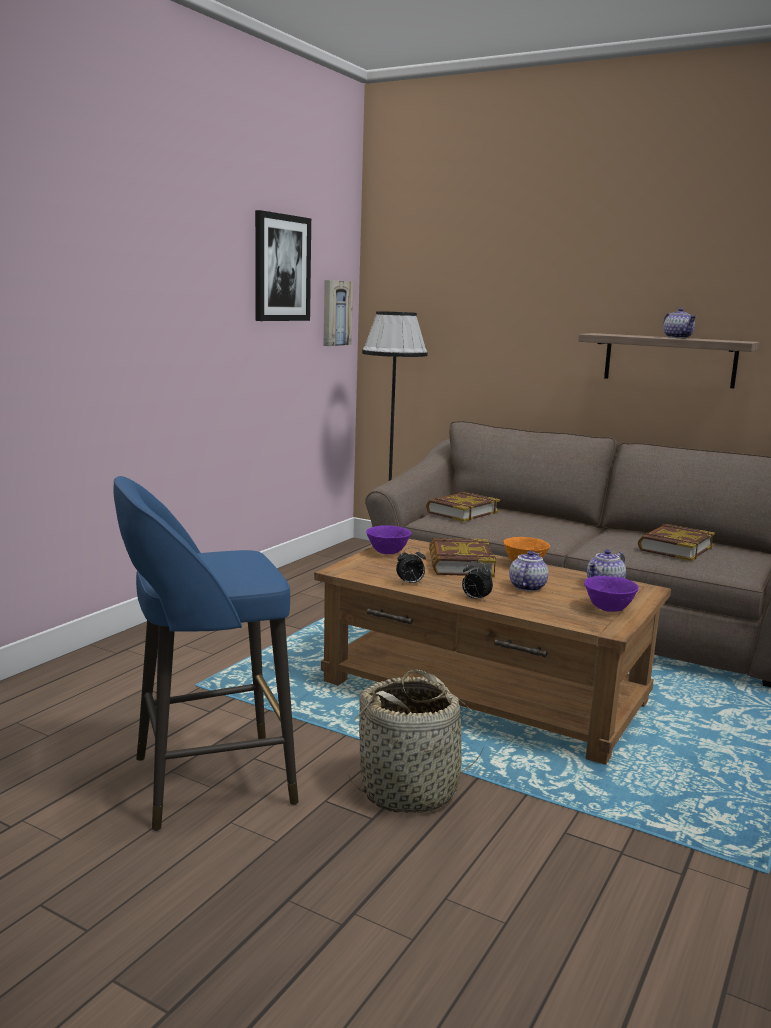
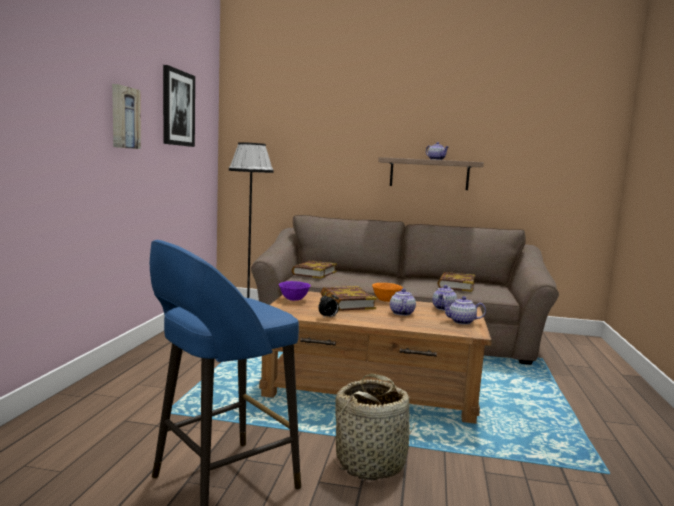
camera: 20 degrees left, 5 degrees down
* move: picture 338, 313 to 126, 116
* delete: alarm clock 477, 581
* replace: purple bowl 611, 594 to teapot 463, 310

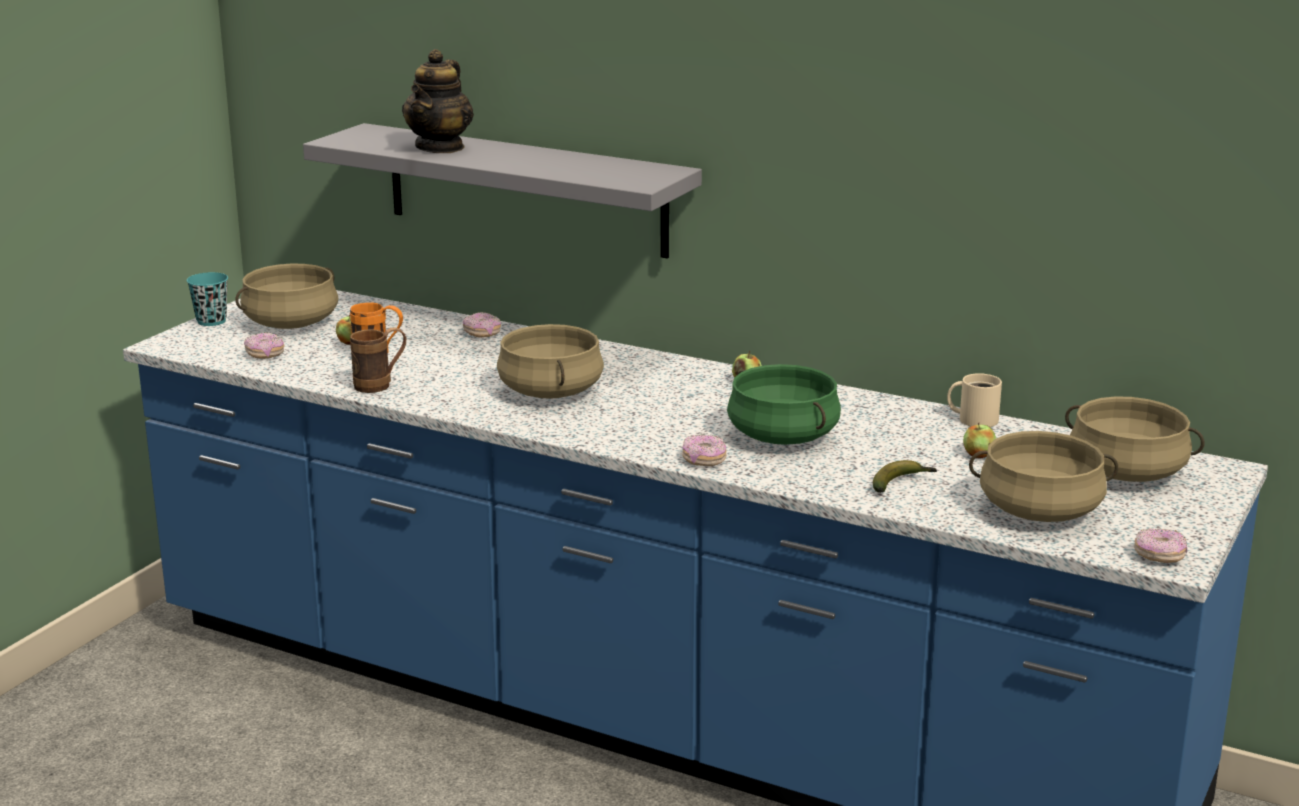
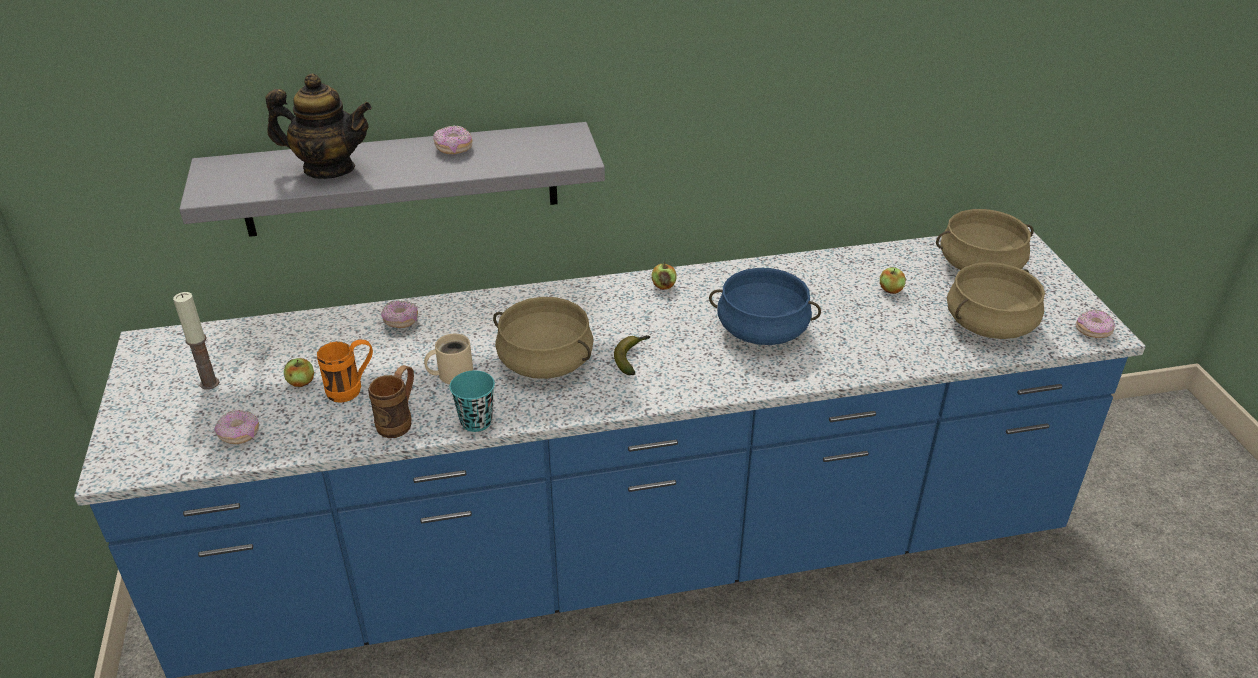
camera: 40 degrees left, 15 degrees up
* move: turquoise cup 207, 299 to 472, 401
* replace: beige cooking pot 287, 296 to candle 196, 341
* rotate: teapot 438, 101 = 319, 126 60 degrees counterclockwise
* move: donut 704, 450 to 452, 139
* recolor: green cooking pot 784, 404 to blue cooking pot 765, 306
* move: banana 905, 476 to 632, 355
* move: beige mug 974, 400 to 448, 359

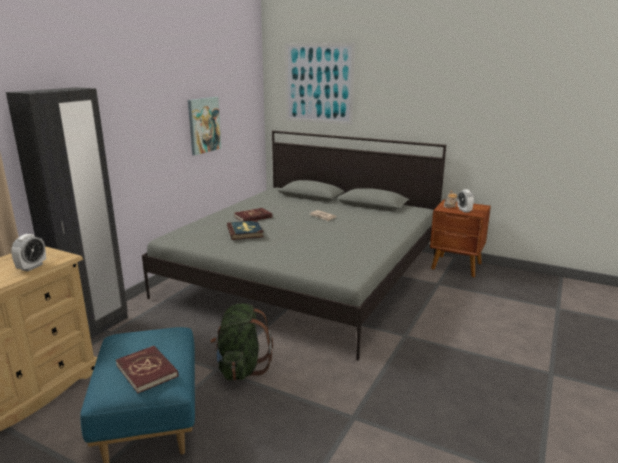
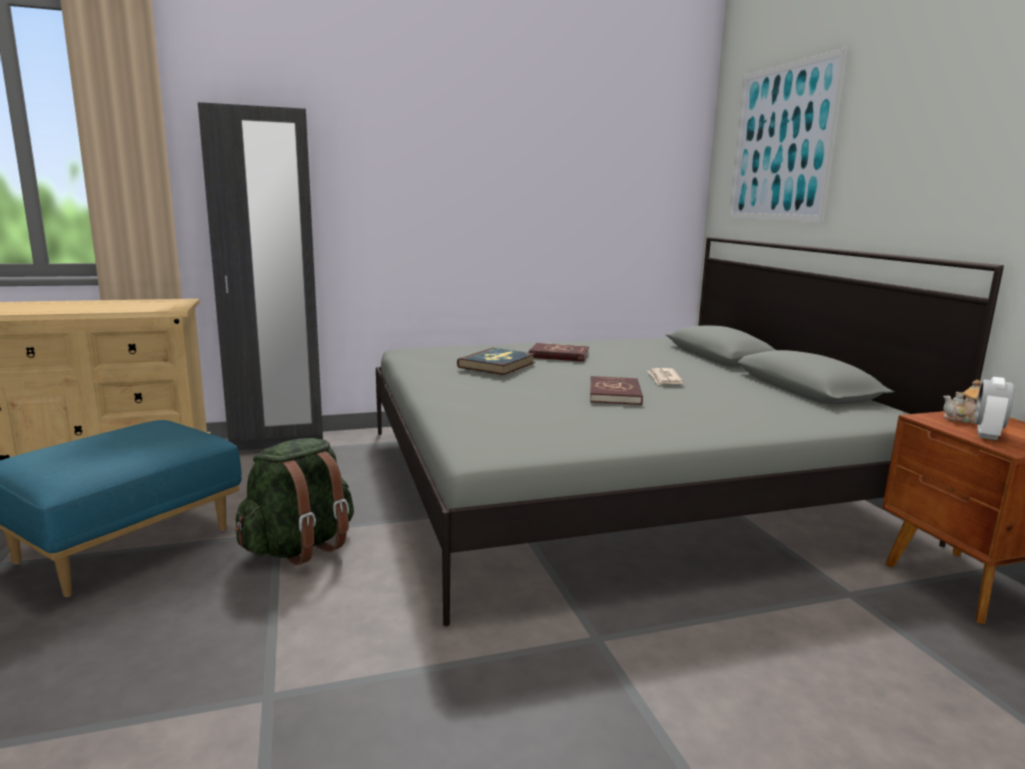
camera: 45 degrees right, 5 degrees down
* delete: alarm clock 28, 252
* move: red book 147, 369 to 616, 390
* delete: picture 204, 126

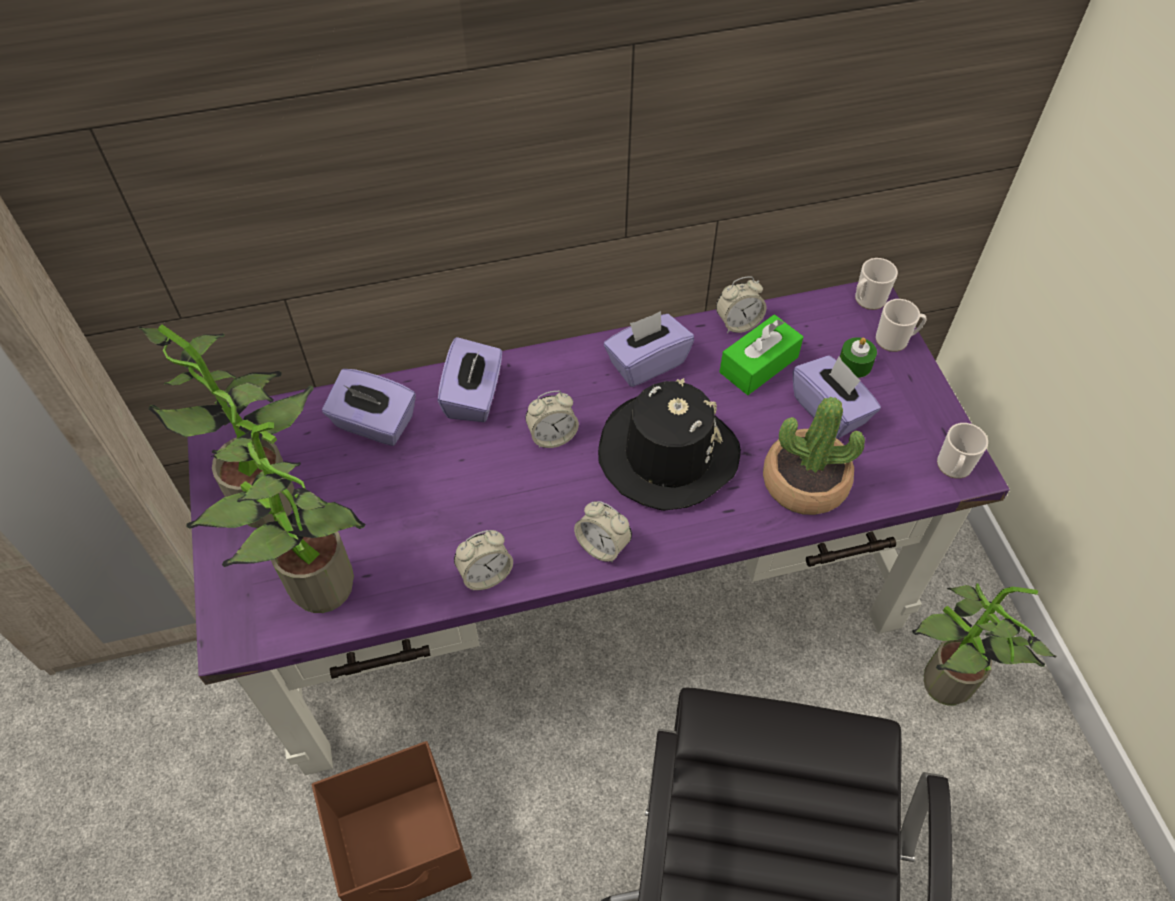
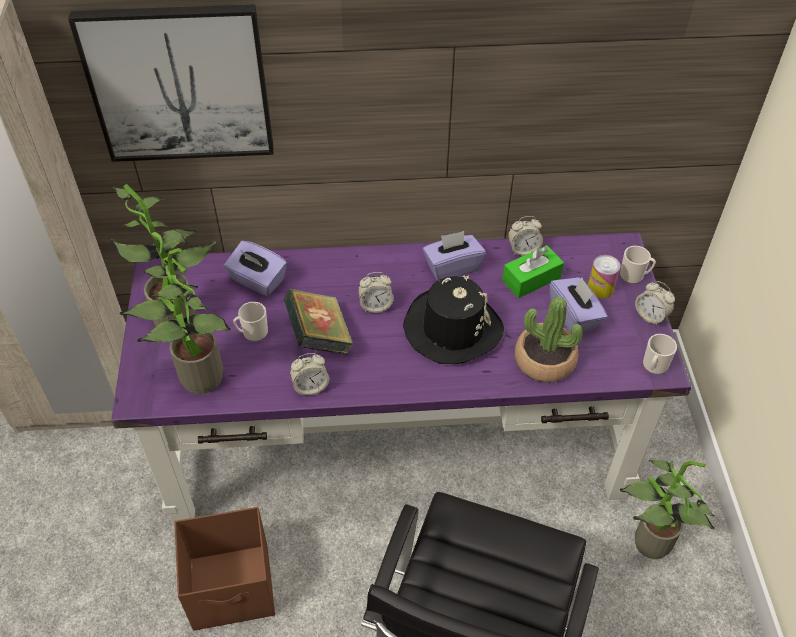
camera: 10 degrees right, 5 degrees down
* delete: purple tissue box 470, 379
* move: alarm clock 603, 532 to 655, 303
* replace: green candle 858, 357 to can 604, 276
* move: mug 876, 284 to 250, 321
* insert: picture 171, 83
* insert: book 318, 322

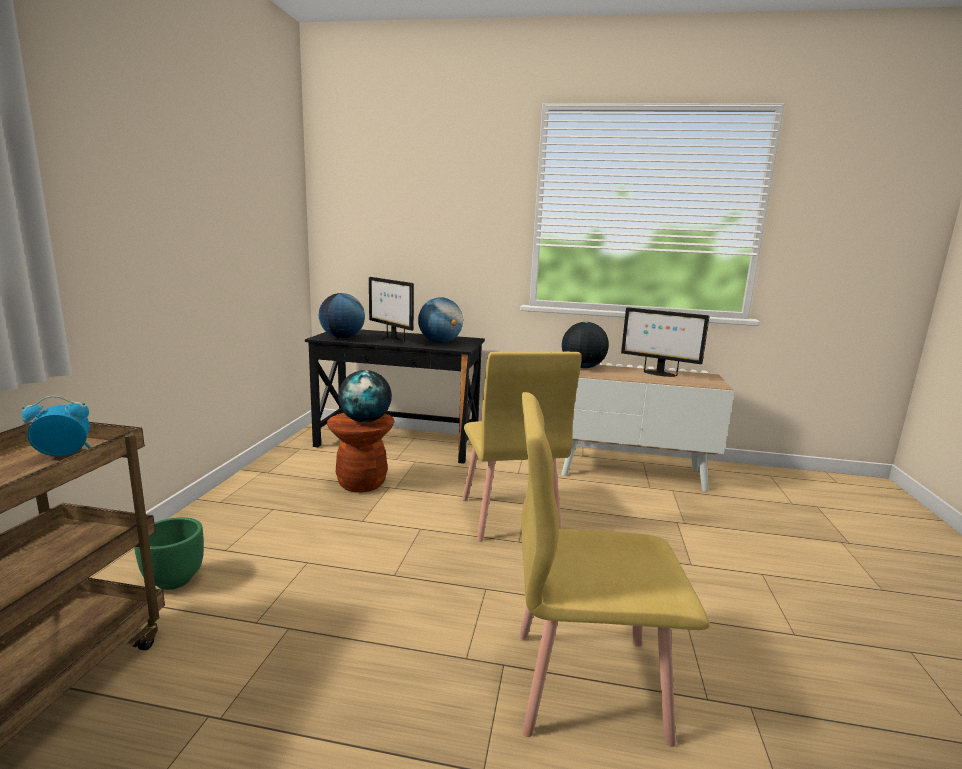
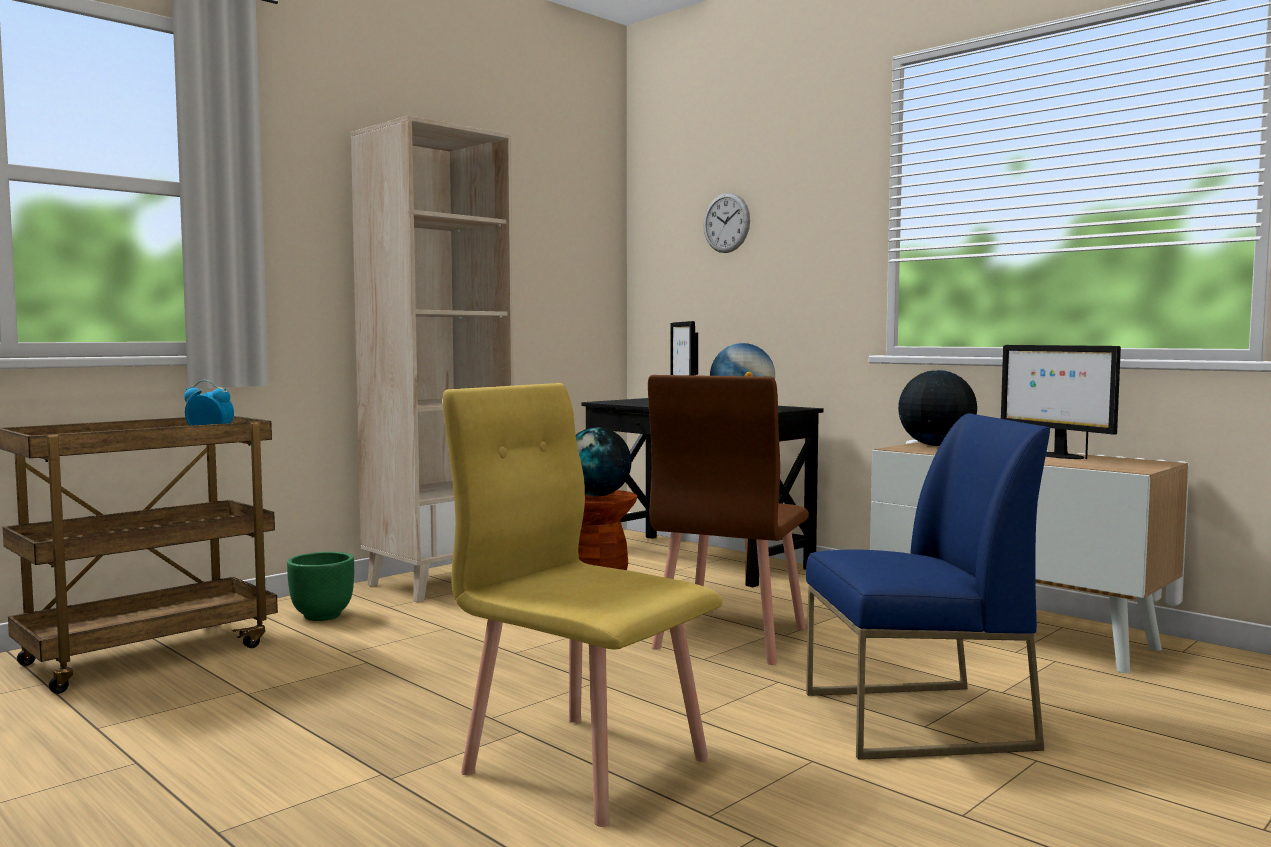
camera: 35 degrees right, 10 degrees down
* delete: globe 342, 315
* recolor: yellow chair 522, 447 to brown chair 728, 520
* insert: beige bookcase 432, 358
* insert: wall clock 727, 223
* insert: blue chair 928, 586

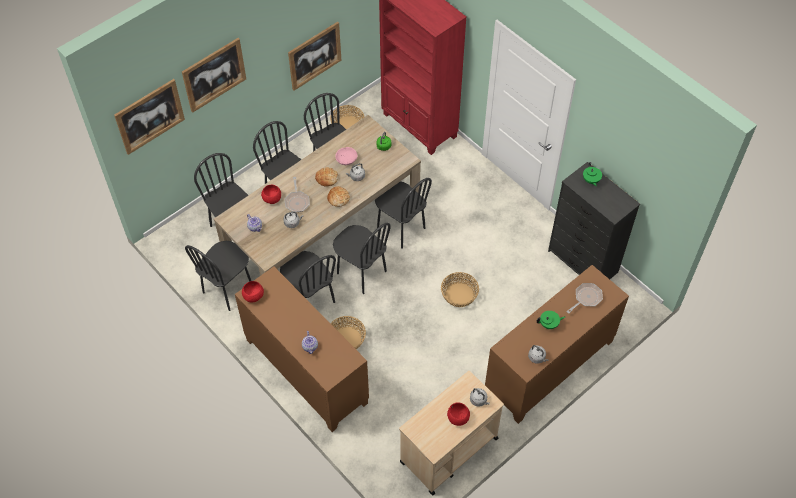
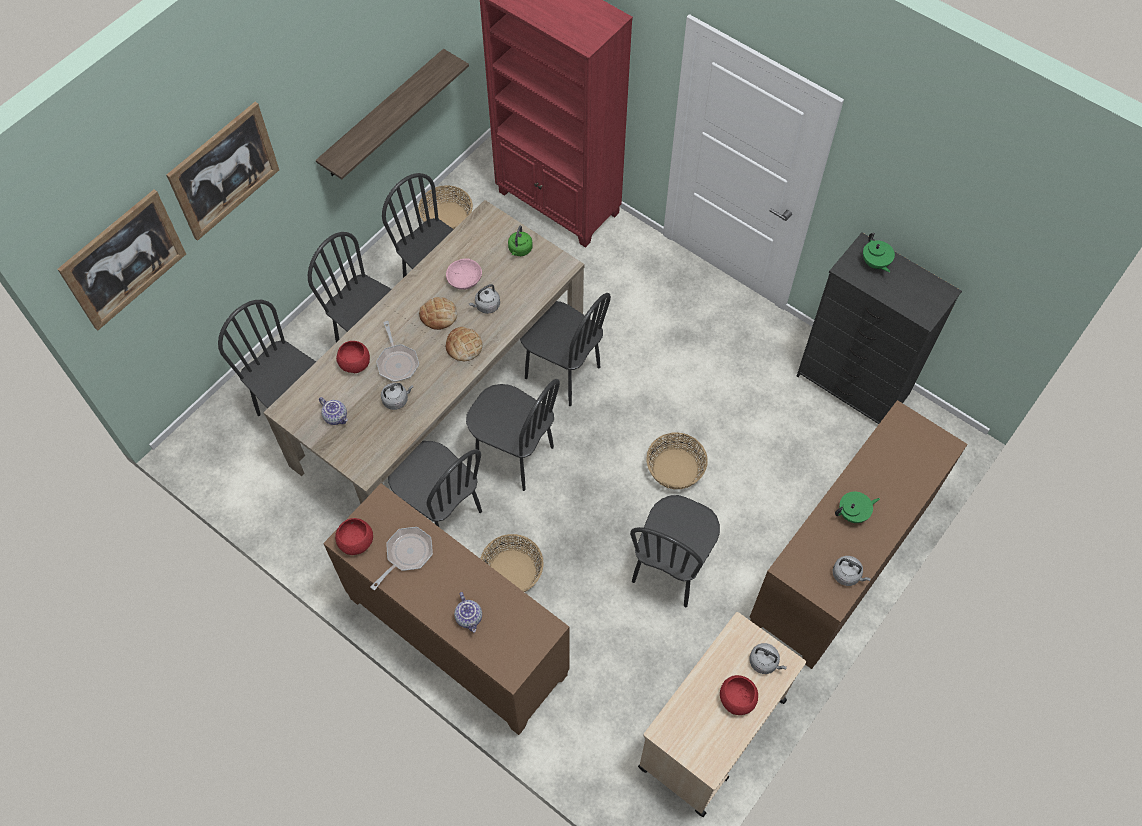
camera: 10 degrees left, 5 degrees up
* move: black chair 218, 276 to 675, 551
* replace: picture 314, 56 to shelf 392, 114
* move: frying pan 584, 298 to 401, 558

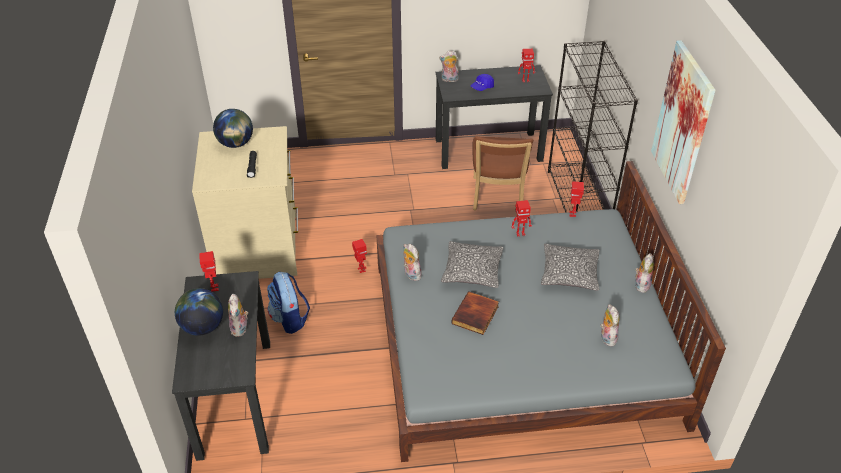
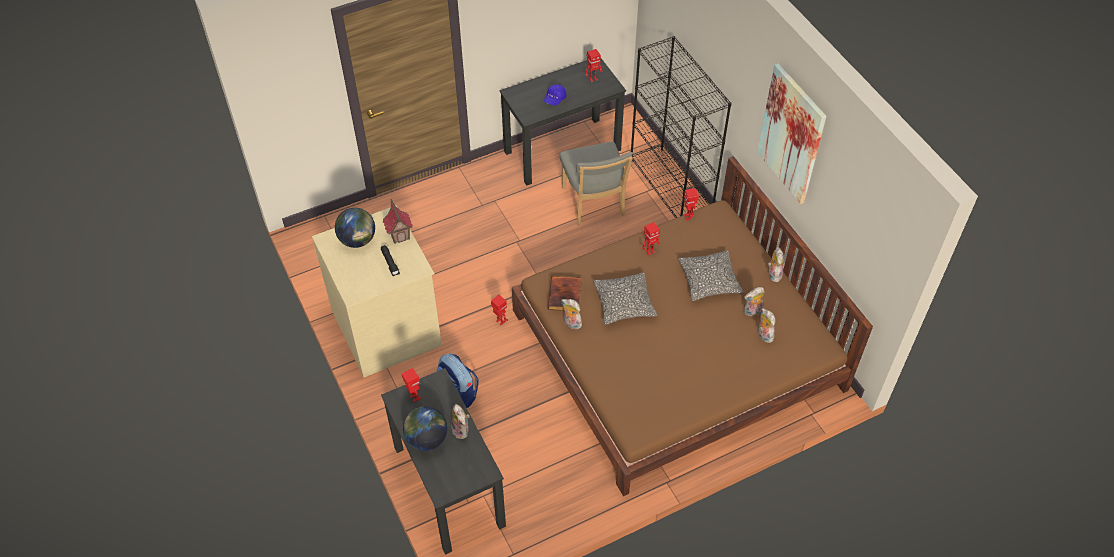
camera: 20 degrees left, 10 degrees up
* recolor: grey bed 551, 311 to brown bed 692, 326
* move: plush toy 449, 66 to 754, 301
* move: book 475, 313 to 565, 293
* recolor: brown chair 503, 173 to grey chair 596, 183
* insert: toy house 398, 221

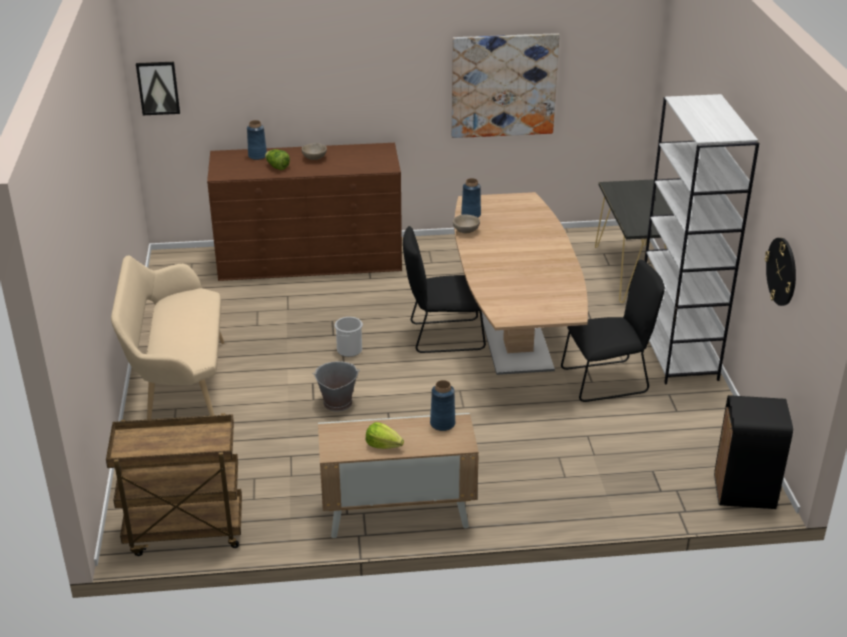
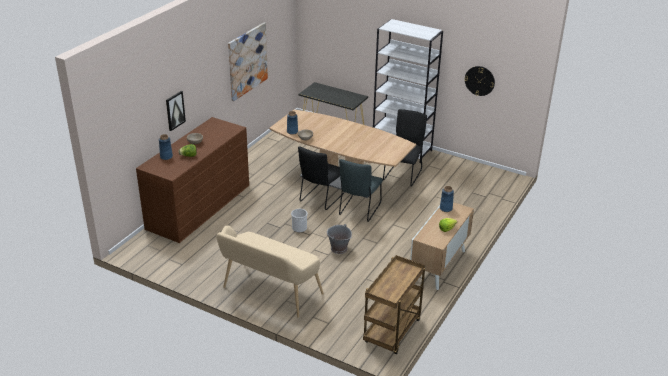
camera: 55 degrees left, 0 degrees up
* move: picture 158, 88 to 176, 111
* delete: black trash can 753, 452
* insert: grey chair 361, 190

